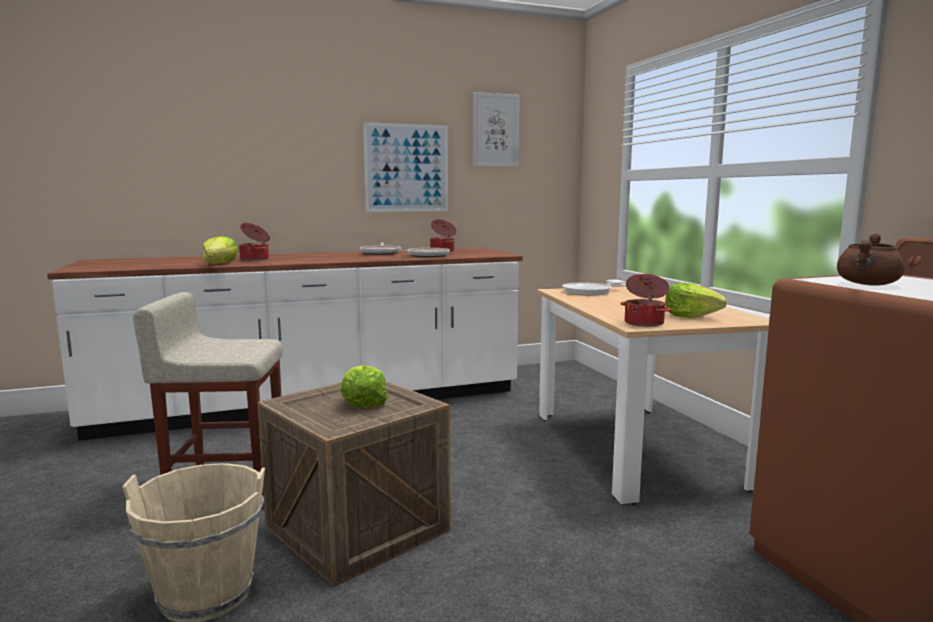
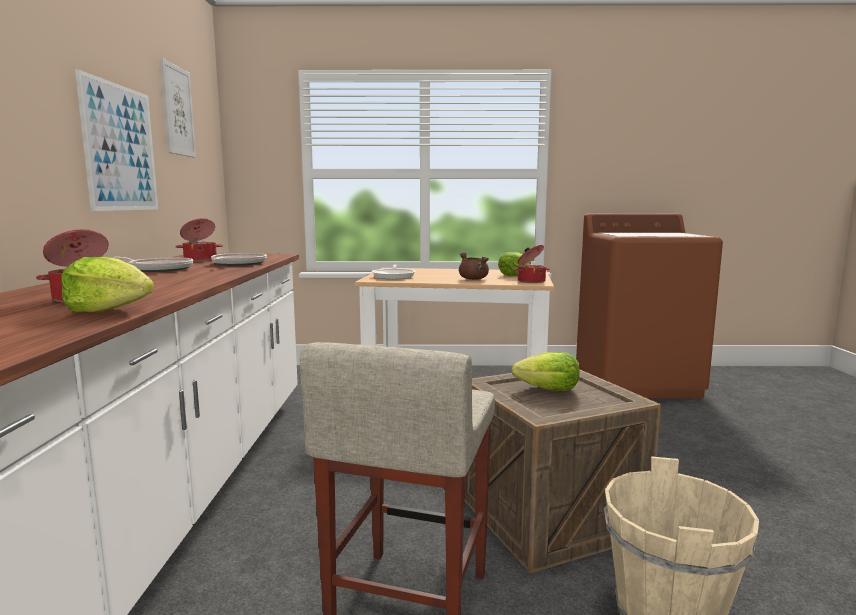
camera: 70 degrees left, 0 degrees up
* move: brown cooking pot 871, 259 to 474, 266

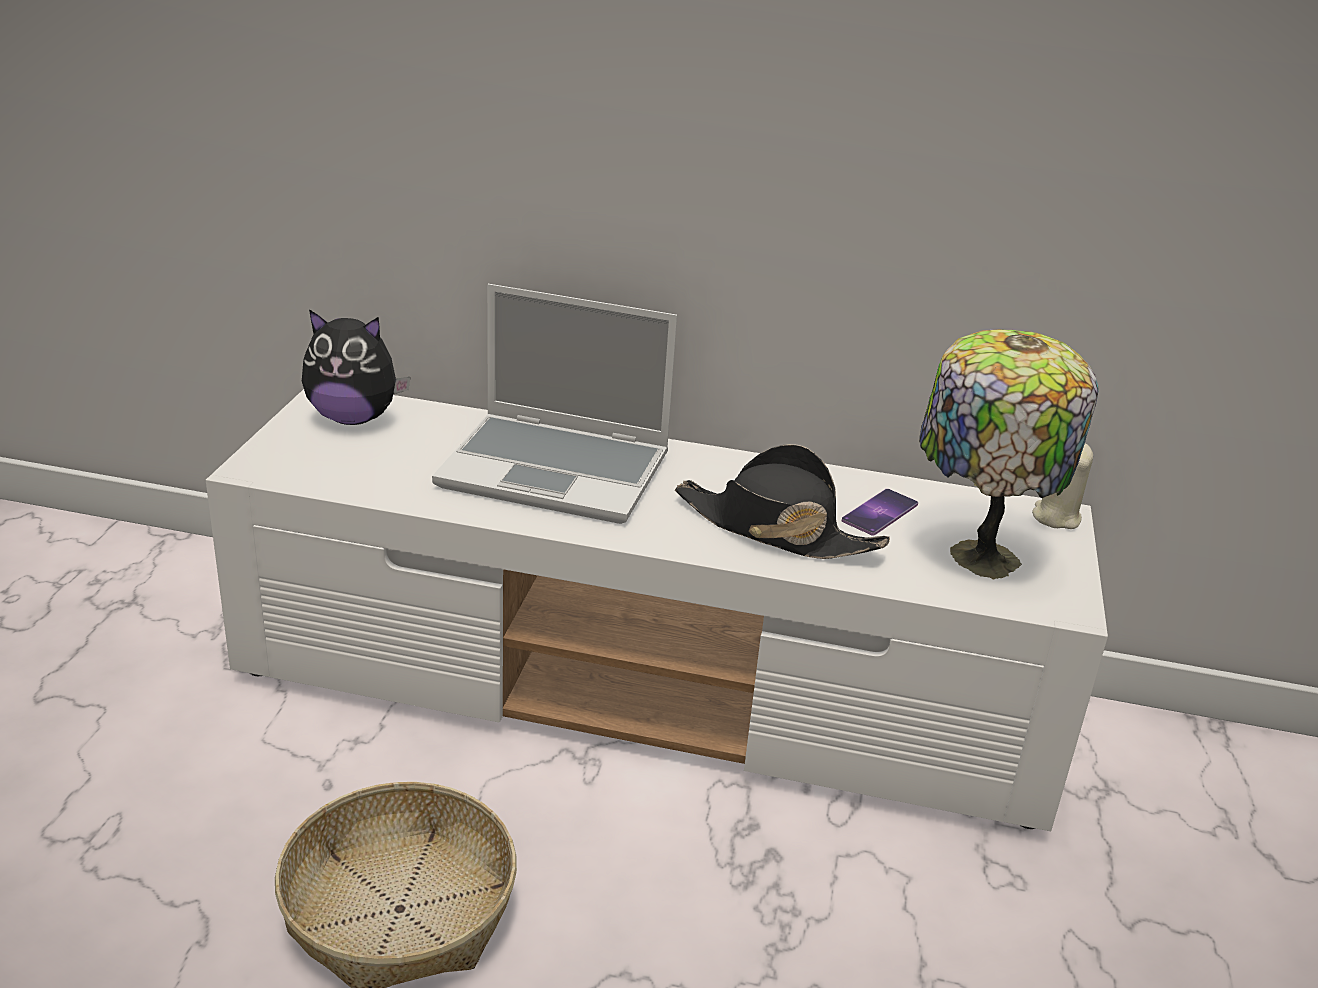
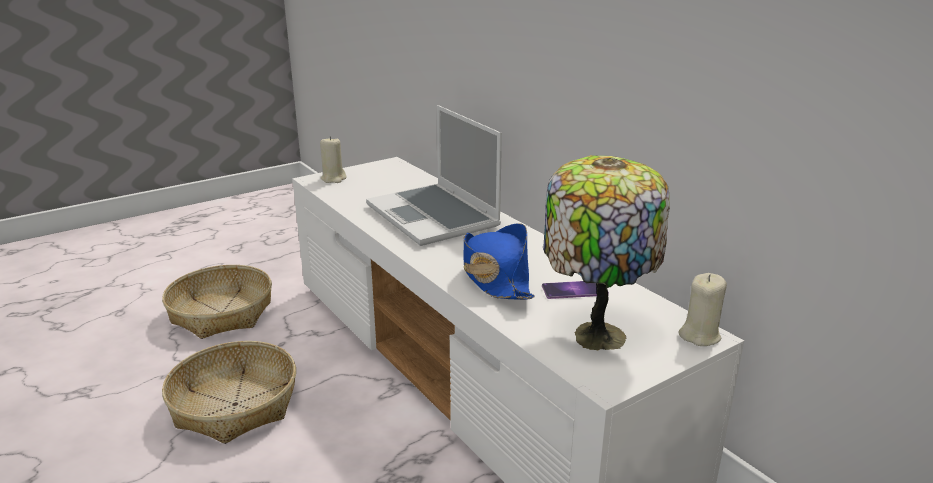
camera: 45 degrees right, 5 degrees down
* delete: plush toy 356, 367
* recolor: black hat 782, 501 to blue hat 499, 261
* insert: basket 217, 302
* insert: beige candle 333, 159

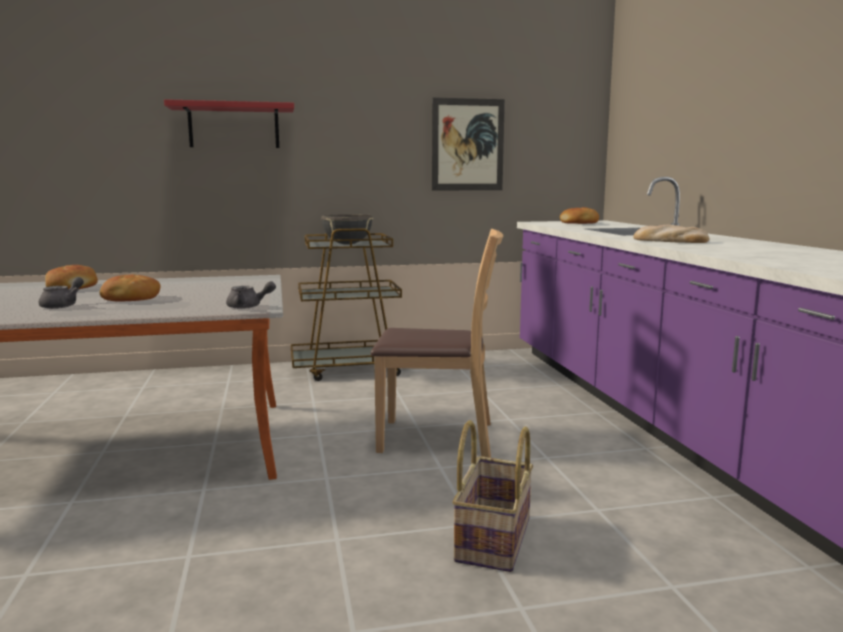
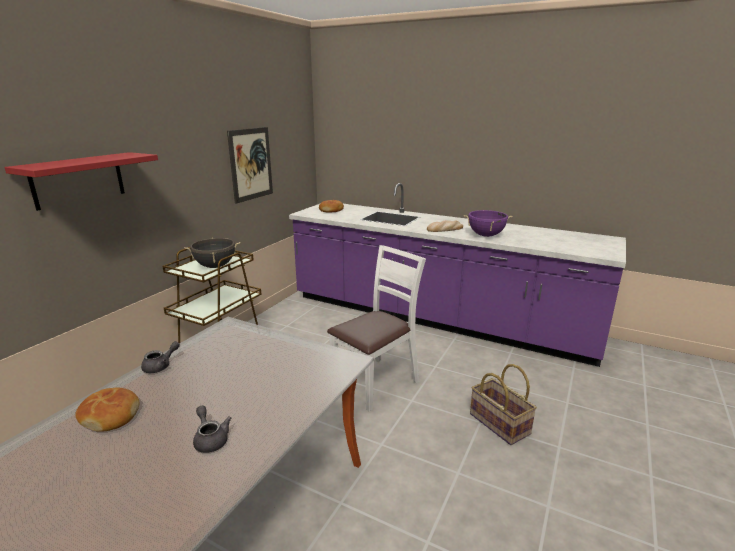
camera: 50 degrees left, 10 degrees up
* delete: bread 130, 288
* move: grey teapot 251, 295 to 160, 357
* recolor: brown chair 437, 343 to white chair 376, 328
* insert: purple cooking pot 488, 223

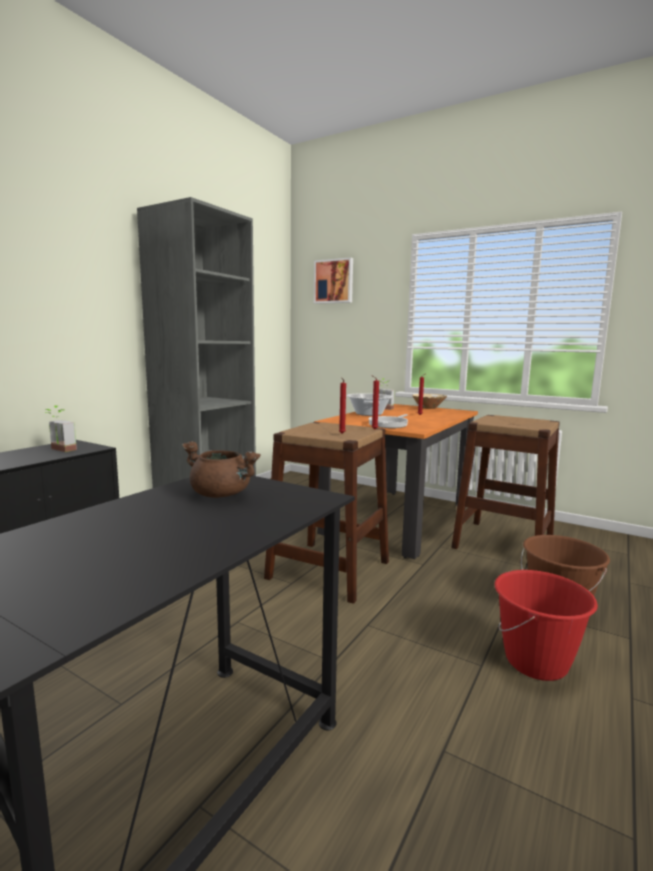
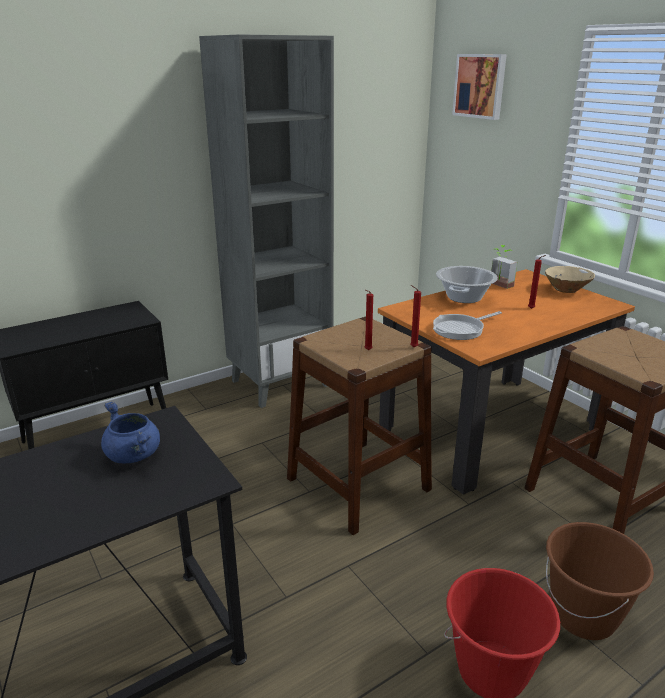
camera: 25 degrees right, 15 degrees up
* delete: potted plant 60, 428
* recolor: brown cooking pot 221, 469 to blue cooking pot 130, 432

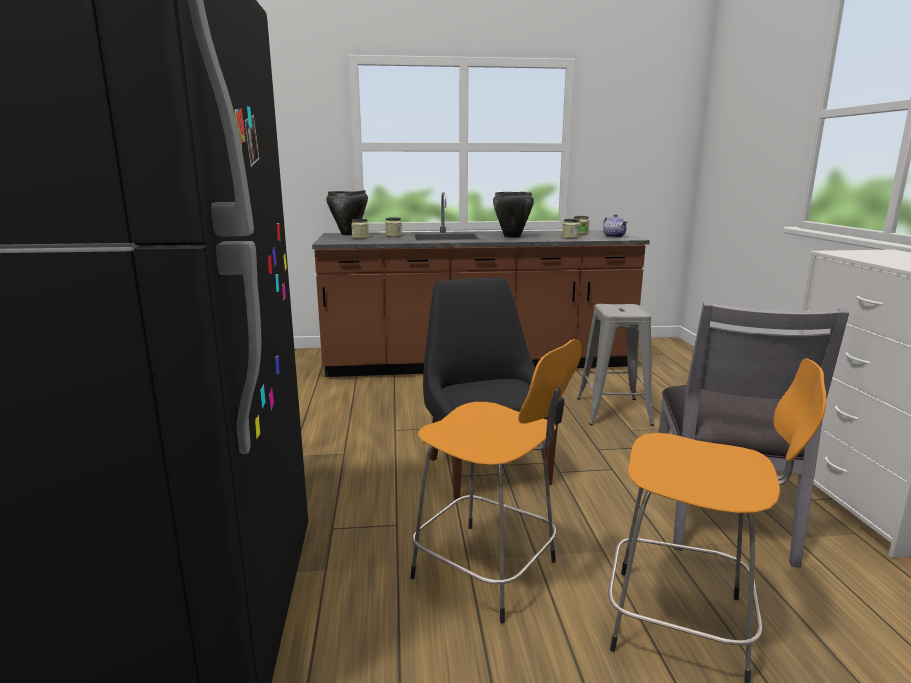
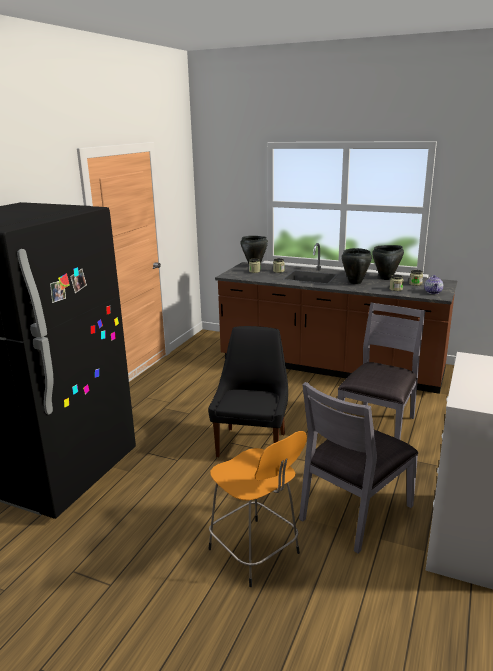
camera: 30 degrees right, 5 degrees up
* delete: orange stool 496, 481
* replace: grey stool 615, 365 to grey chair 381, 371
* insert: black cooking pot 388, 262

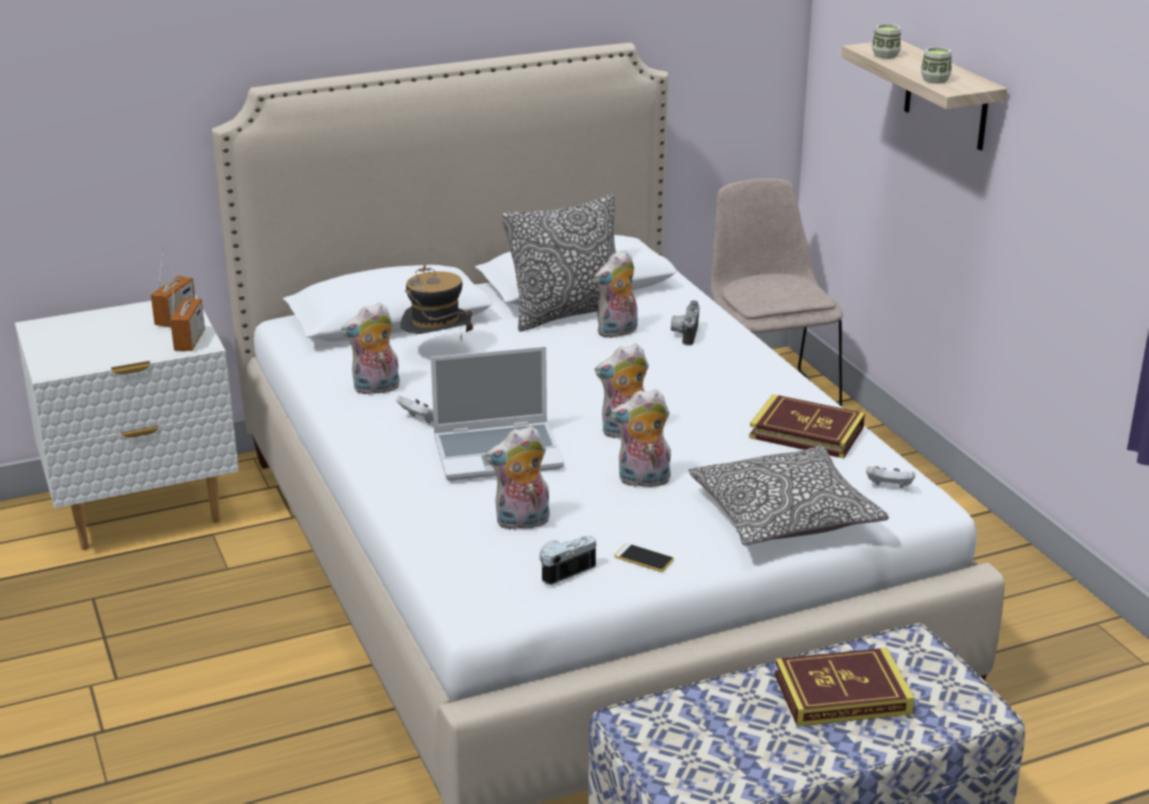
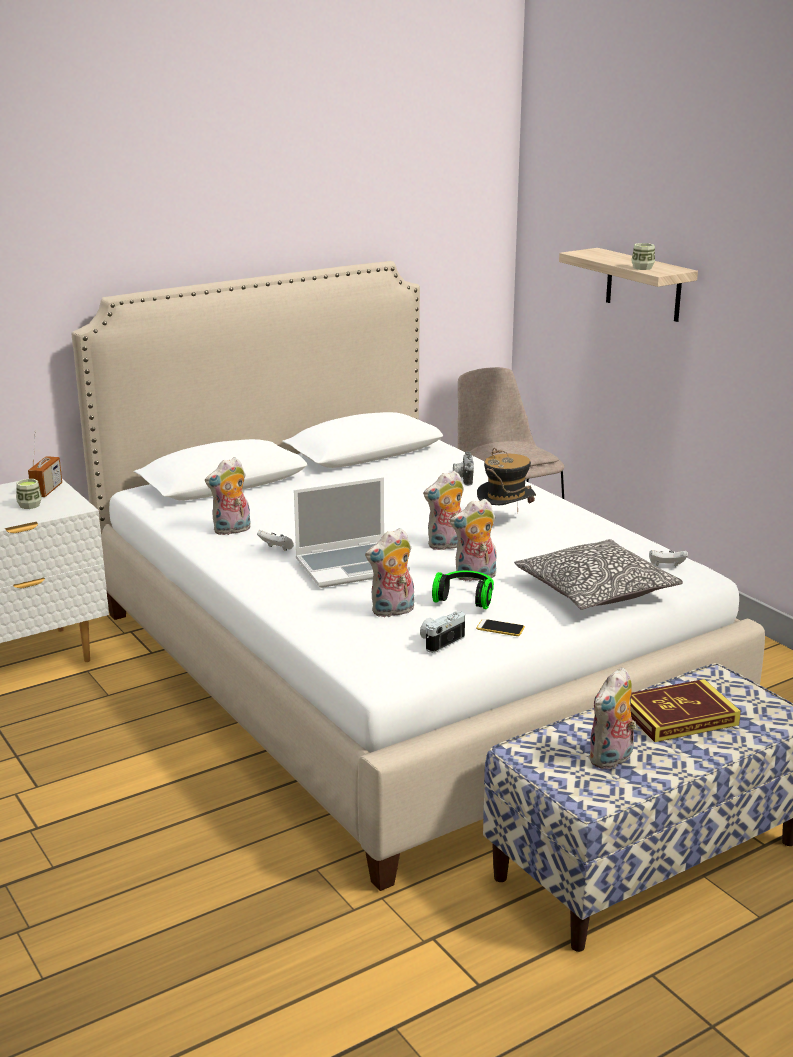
camera: 10 degrees left, 5 degrees down
* delete: radio 187, 310
* move: hat 436, 302 to 506, 480
* delete: pillow 559, 263
* move: plush toy 616, 294 to 612, 718
* delete: book 807, 426
* move: cup 886, 41 to 29, 494
* insert: headphones 463, 590

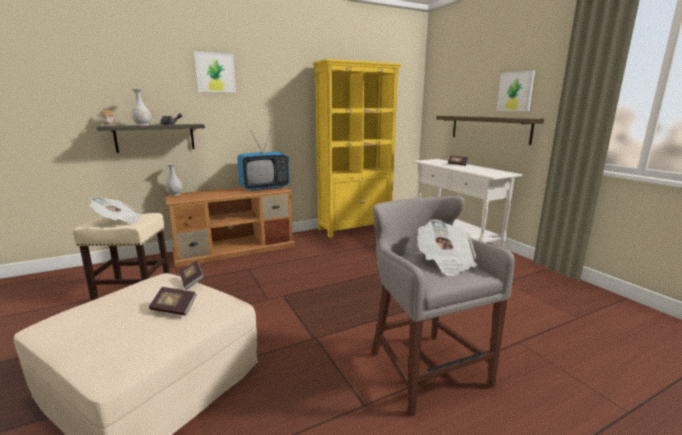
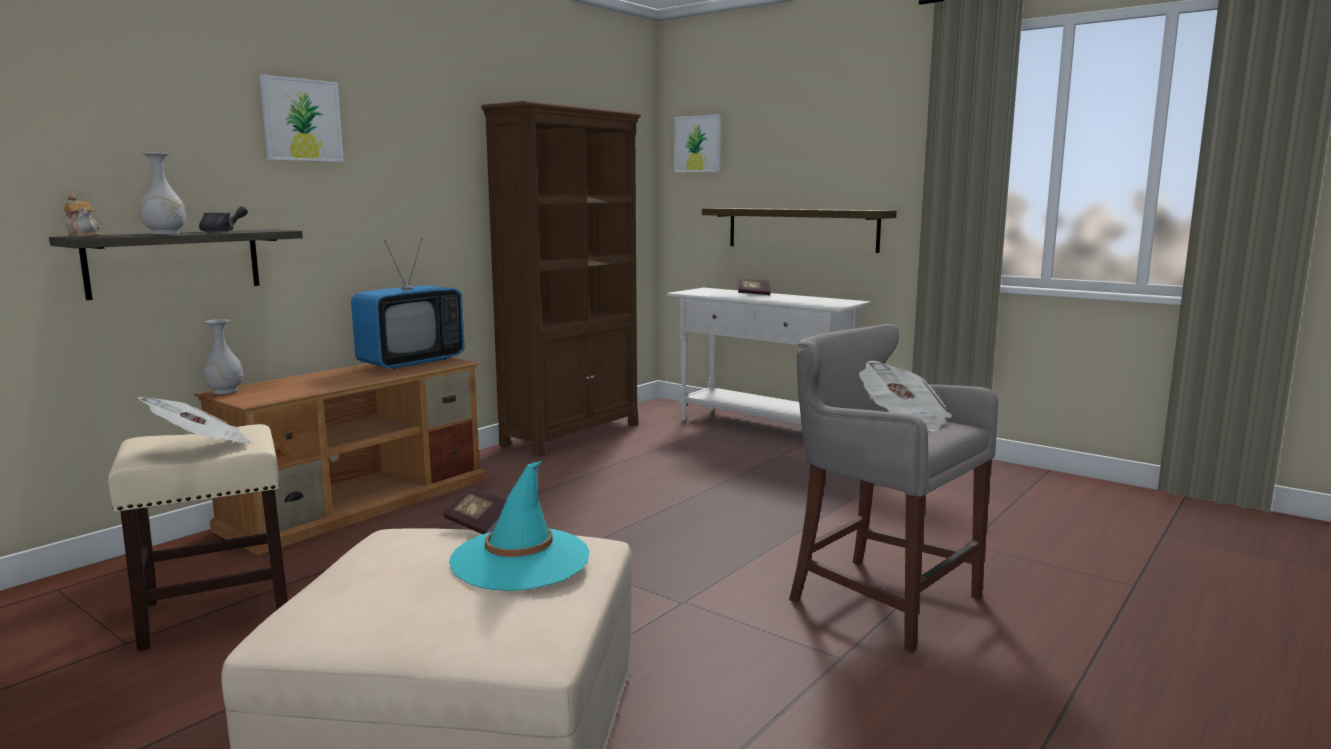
camera: 25 degrees left, 5 degrees down
* replace: book 172, 301 to turquoise hat 519, 526
* recolor: yellow bookcase 357, 148 to brown bookcase 561, 279
* move: picture 516, 90 to 697, 143

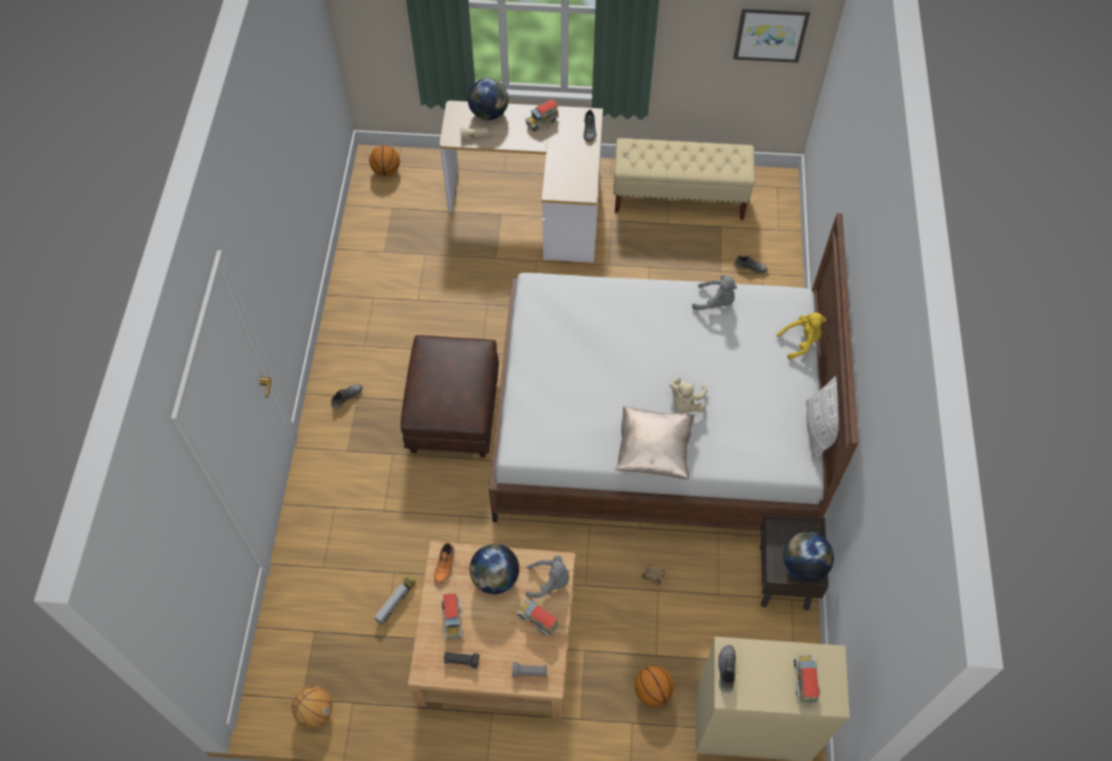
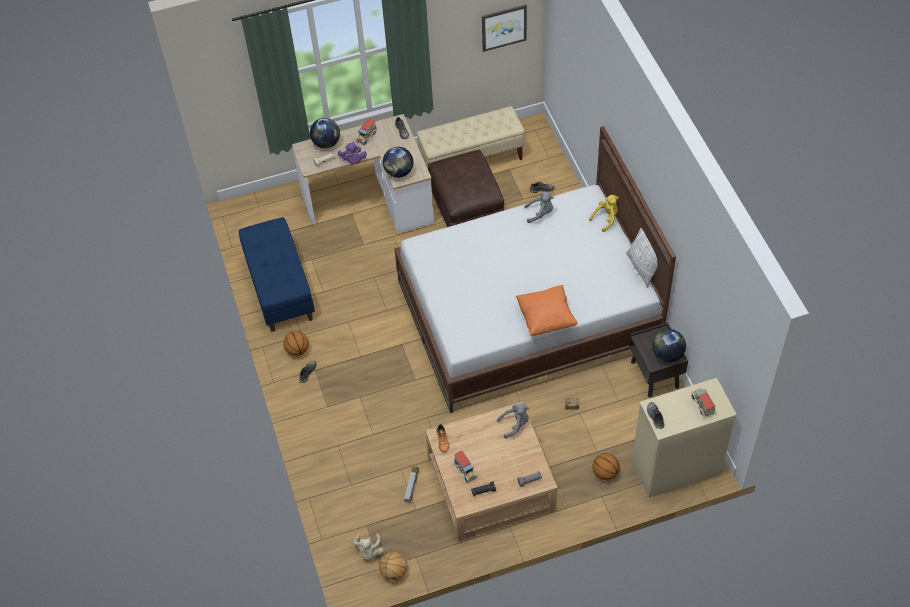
camera: 20 degrees left, 5 degrees down
* move: basketball 384, 160 to 296, 343
* move: brown ottoman 449, 396 to 466, 188
* move: globe 494, 569 to 398, 162
* delete: toy truck 537, 618
* recolor: beige pillow 654, 443 to orange pillow 547, 310
* move: beige plush toy 688, 395 to 368, 546
* insert: blue bench 277, 274
* insert: purple plush toy 352, 153

